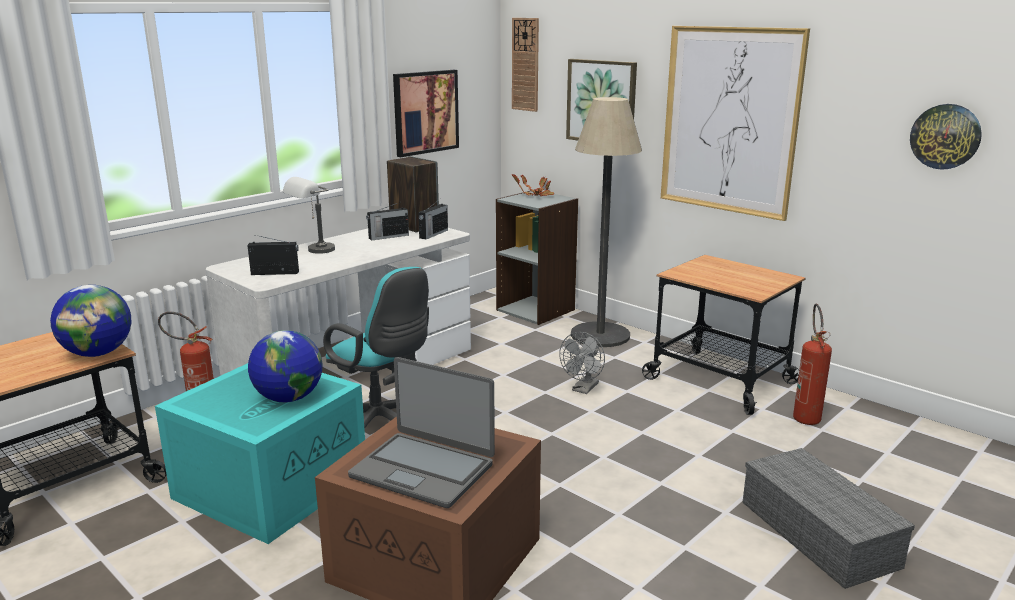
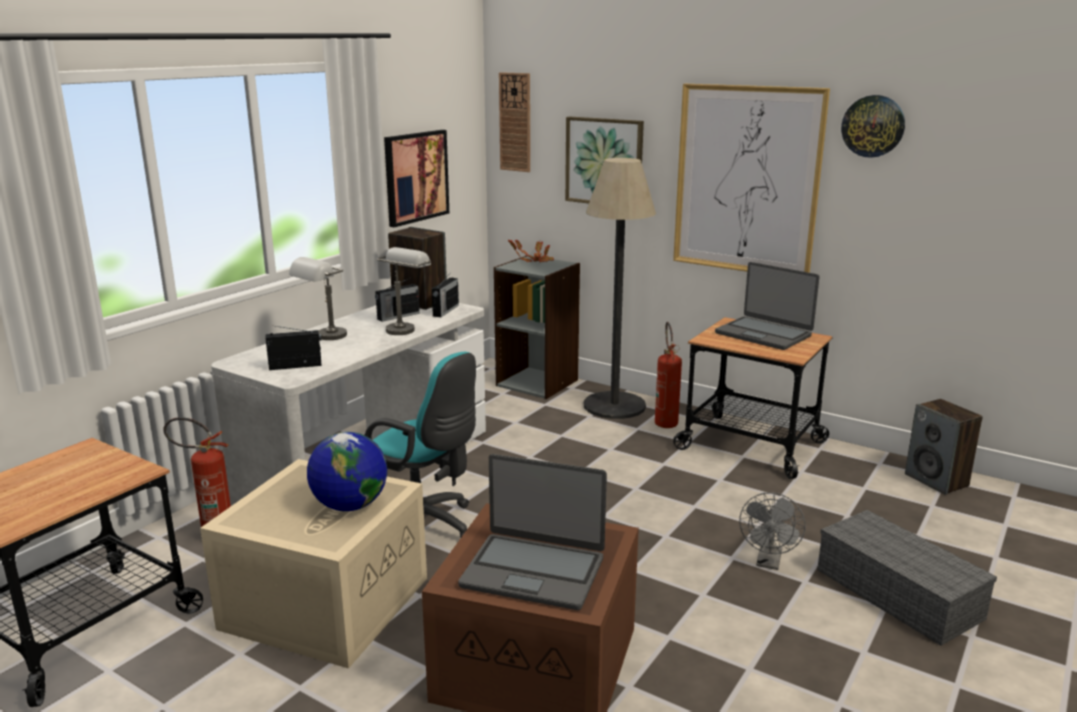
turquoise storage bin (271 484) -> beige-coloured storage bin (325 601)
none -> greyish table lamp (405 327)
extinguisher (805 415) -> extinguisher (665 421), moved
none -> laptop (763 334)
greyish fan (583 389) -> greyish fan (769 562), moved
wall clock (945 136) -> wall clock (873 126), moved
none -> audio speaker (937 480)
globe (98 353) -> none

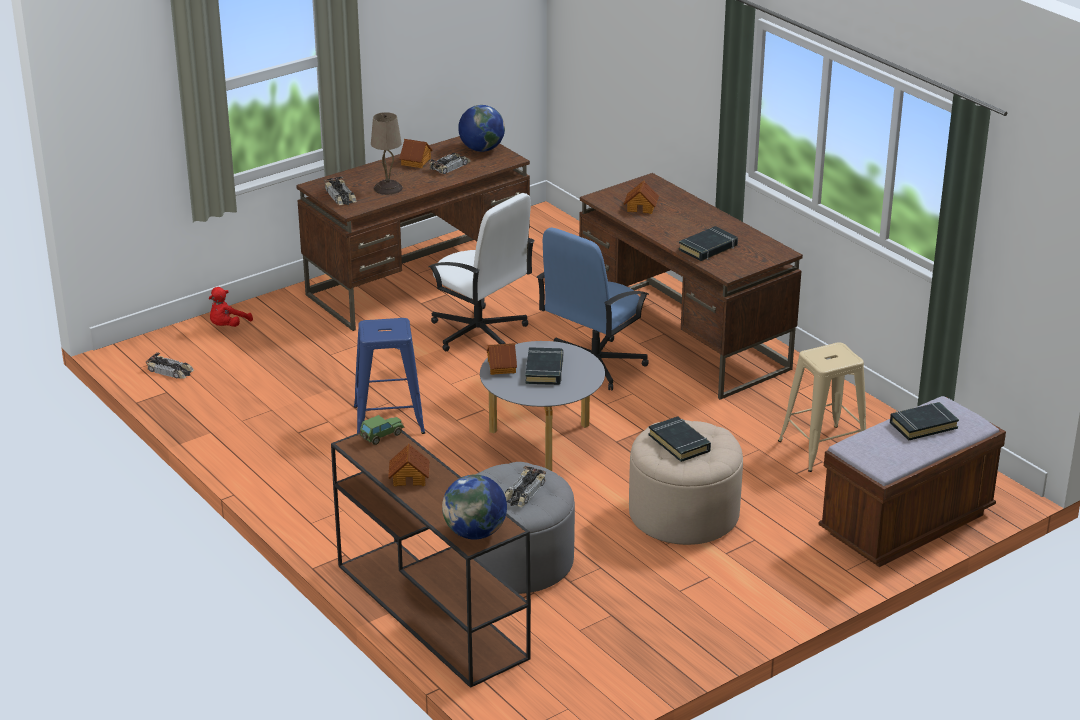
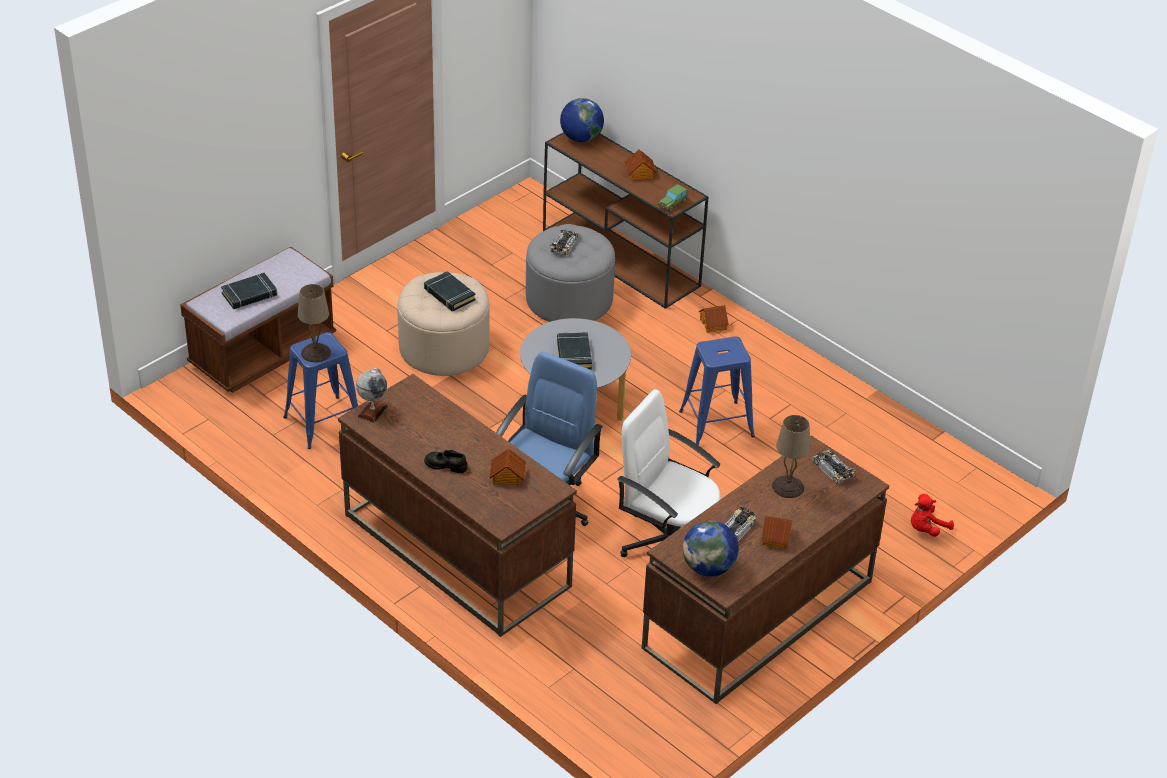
beige-coloured stool seat (823 448) -> blue-coloured stool seat (323 422)
none -> beige-coloured table lamp (316 353)
none -> globe (372 411)
none -> black-coloured low shoe (446 465)
toy house (501 366) -> toy house (713 324), moved
red-coloured plush toy (227 326) -> red-coloured plush toy (926 529), 150 degrees counterclockwise
toy car (170 371) -> none
black-coloured volume (708 248) -> none

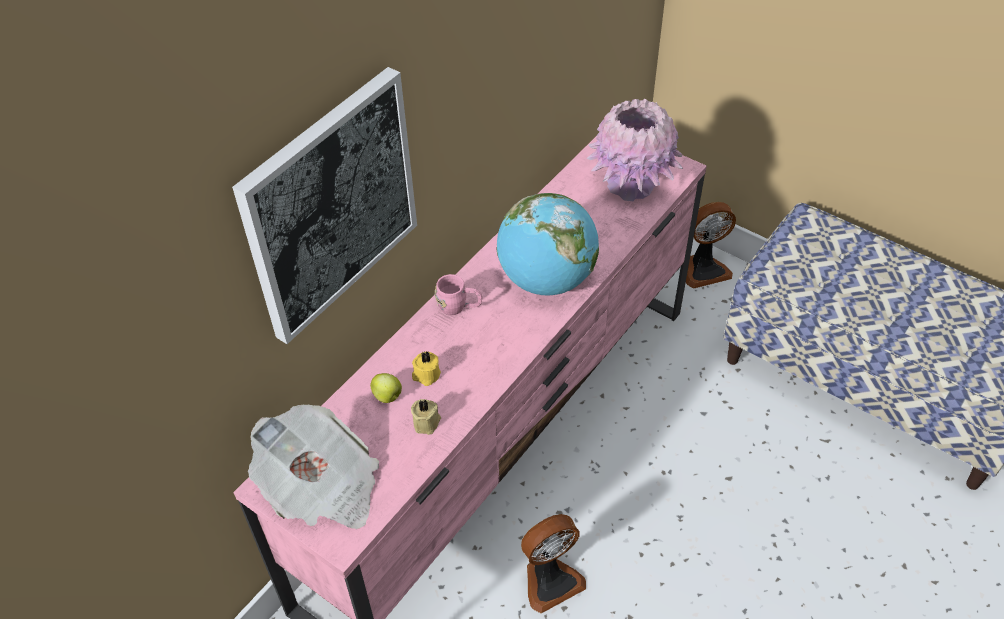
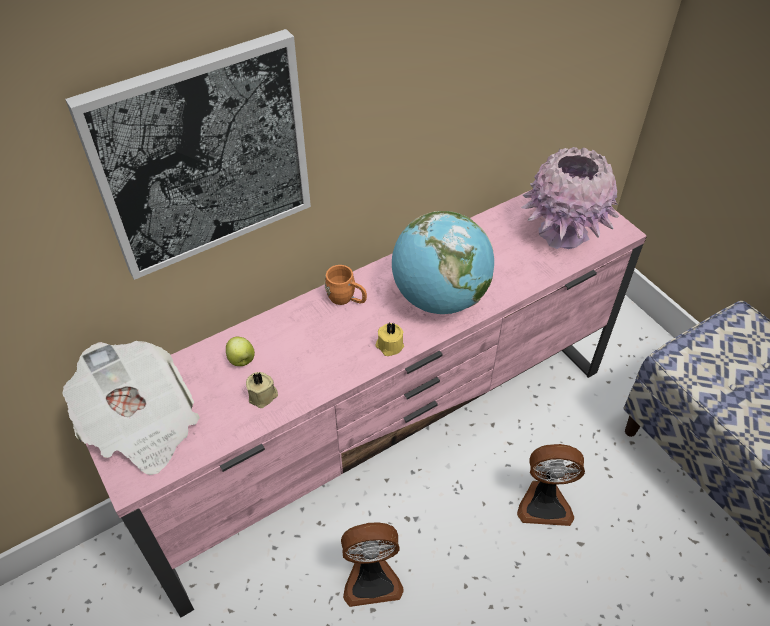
pink-coloured tea mug (459 307) -> orange tea mug (346 299)
yellow wax candle (426 375) -> yellow wax candle (389 346), moved
fan (704 269) -> fan (544 502), moved

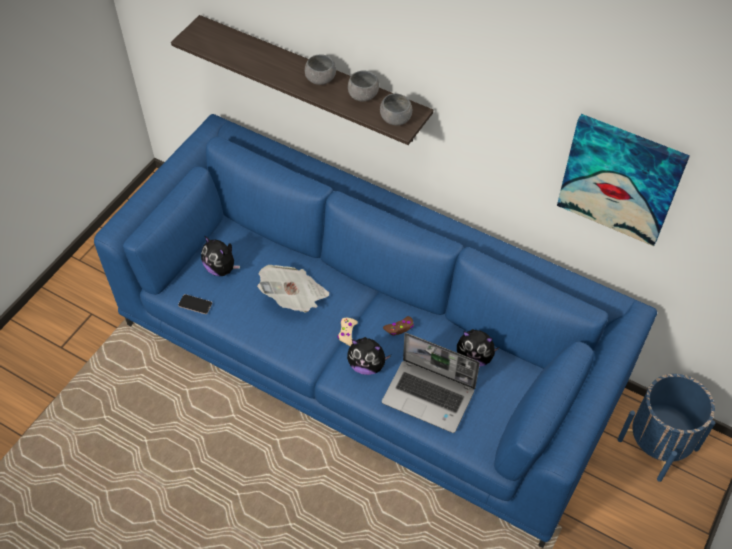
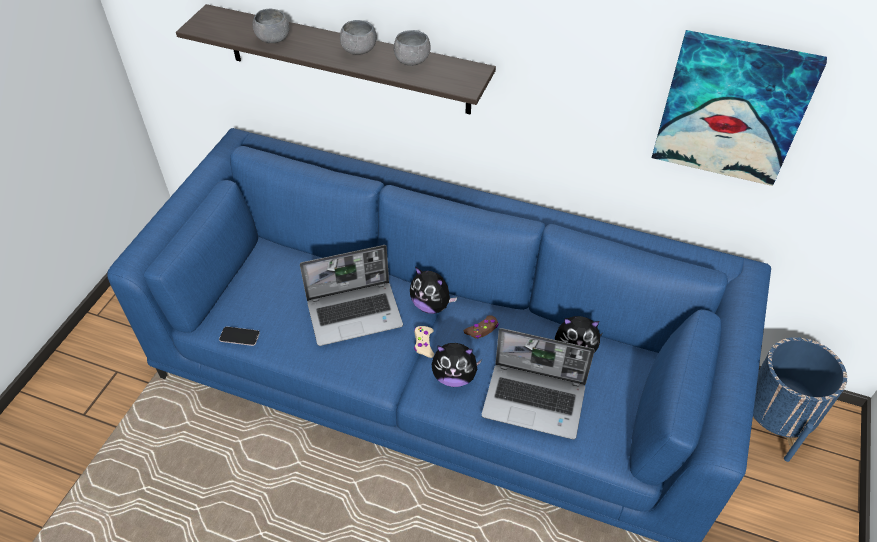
greyish deep dish (395 119) -> greyish deep dish (273 39), moved
printed paper (294 298) -> laptop (355 313)
plush toy (221 268) -> plush toy (431 305), moved

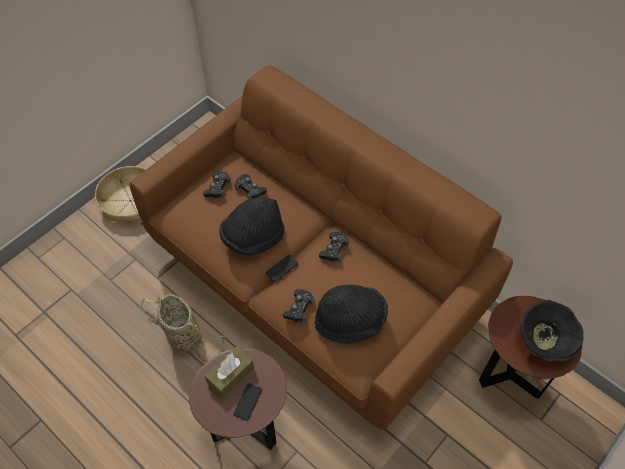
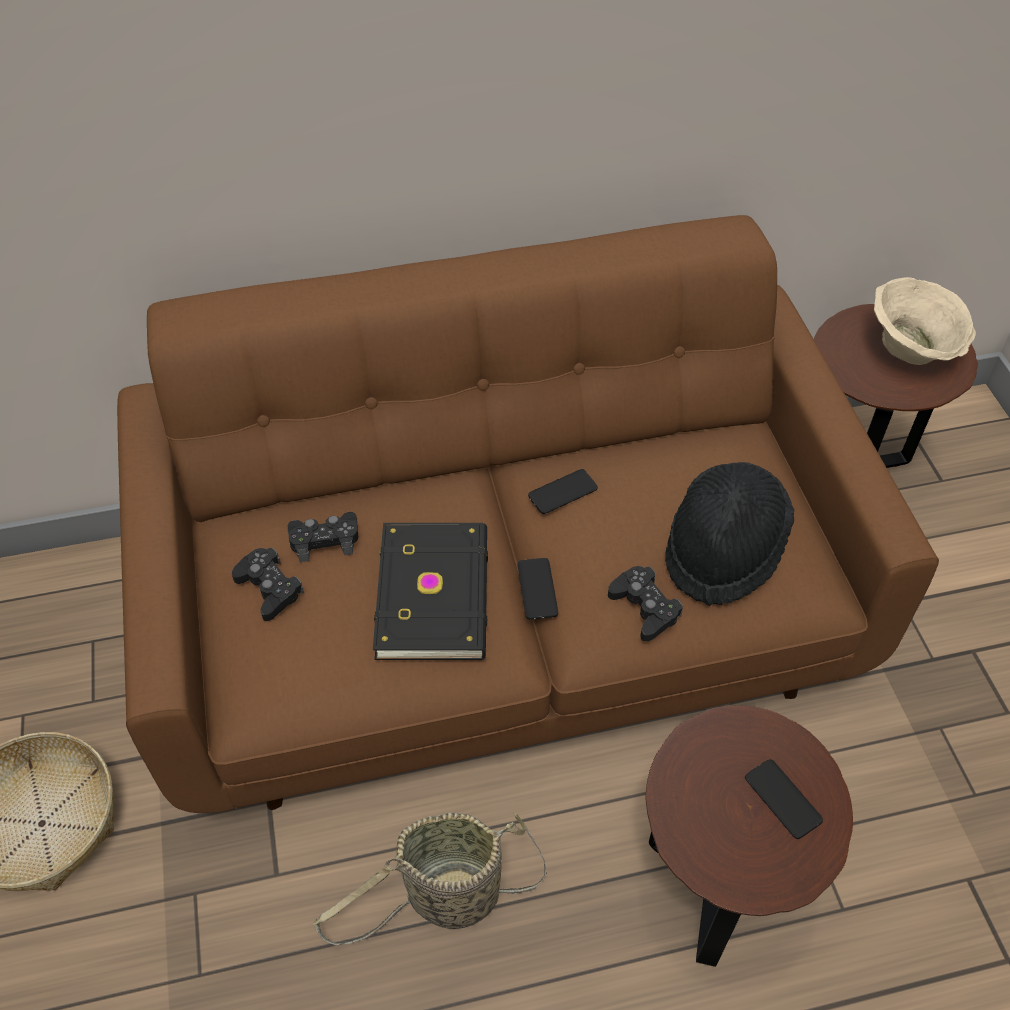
black-coloured clothing hat (253 237) -> black-coloured volume (436 594)
black-coloured gamepad (334 249) -> telephone (562 492)
black-coloured deep dish (544 341) -> beige-coloured deep dish (911 350)
brown-coloured box of tissues (230 375) -> none

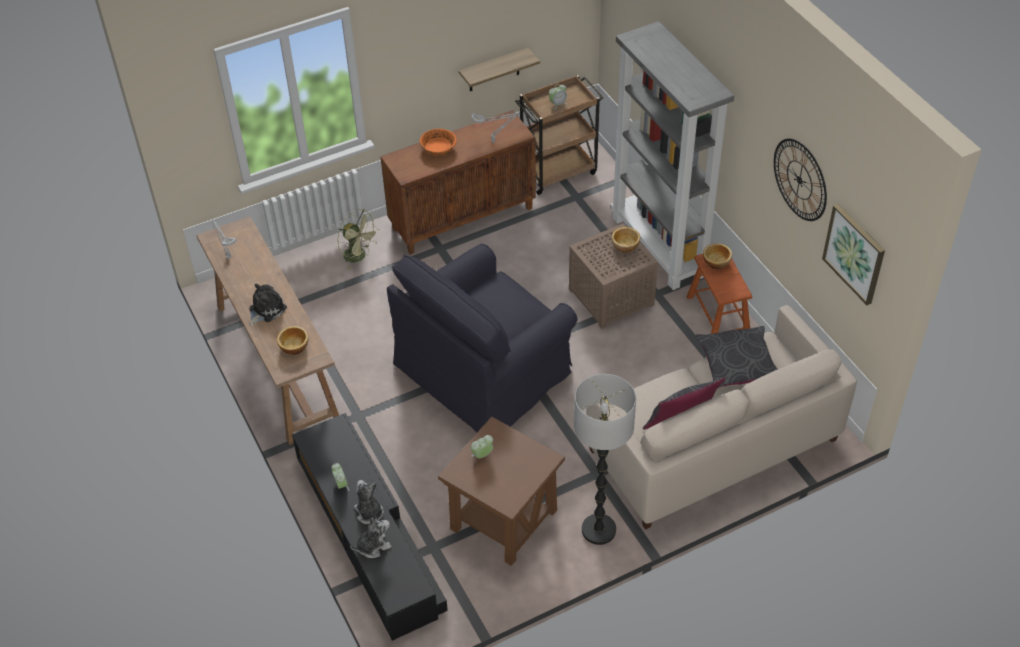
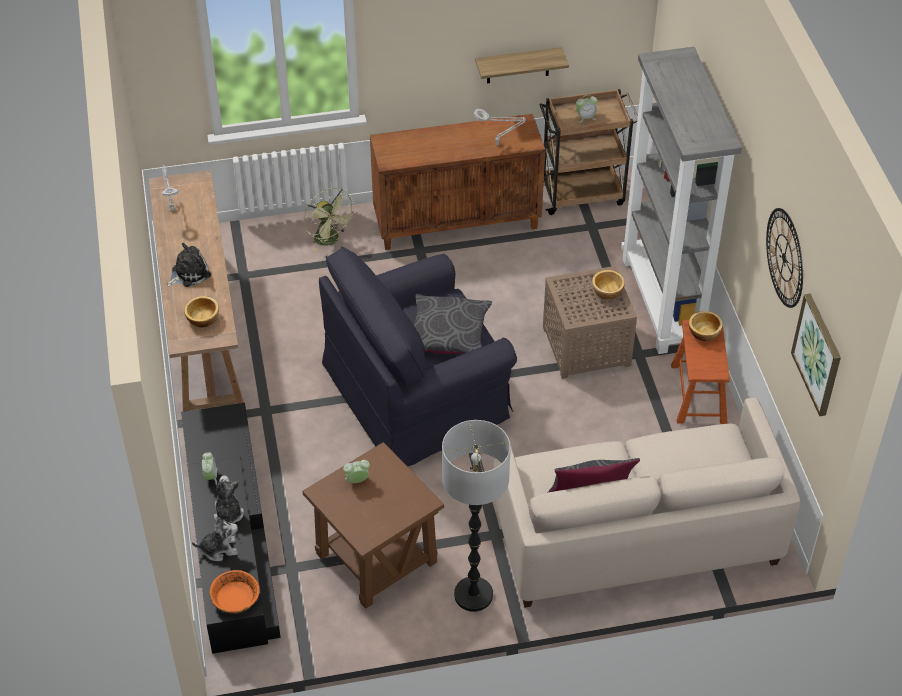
orange deep dish (438 148) -> orange deep dish (235 598), moved
greyish pillow (737 364) -> greyish pillow (448 333), moved

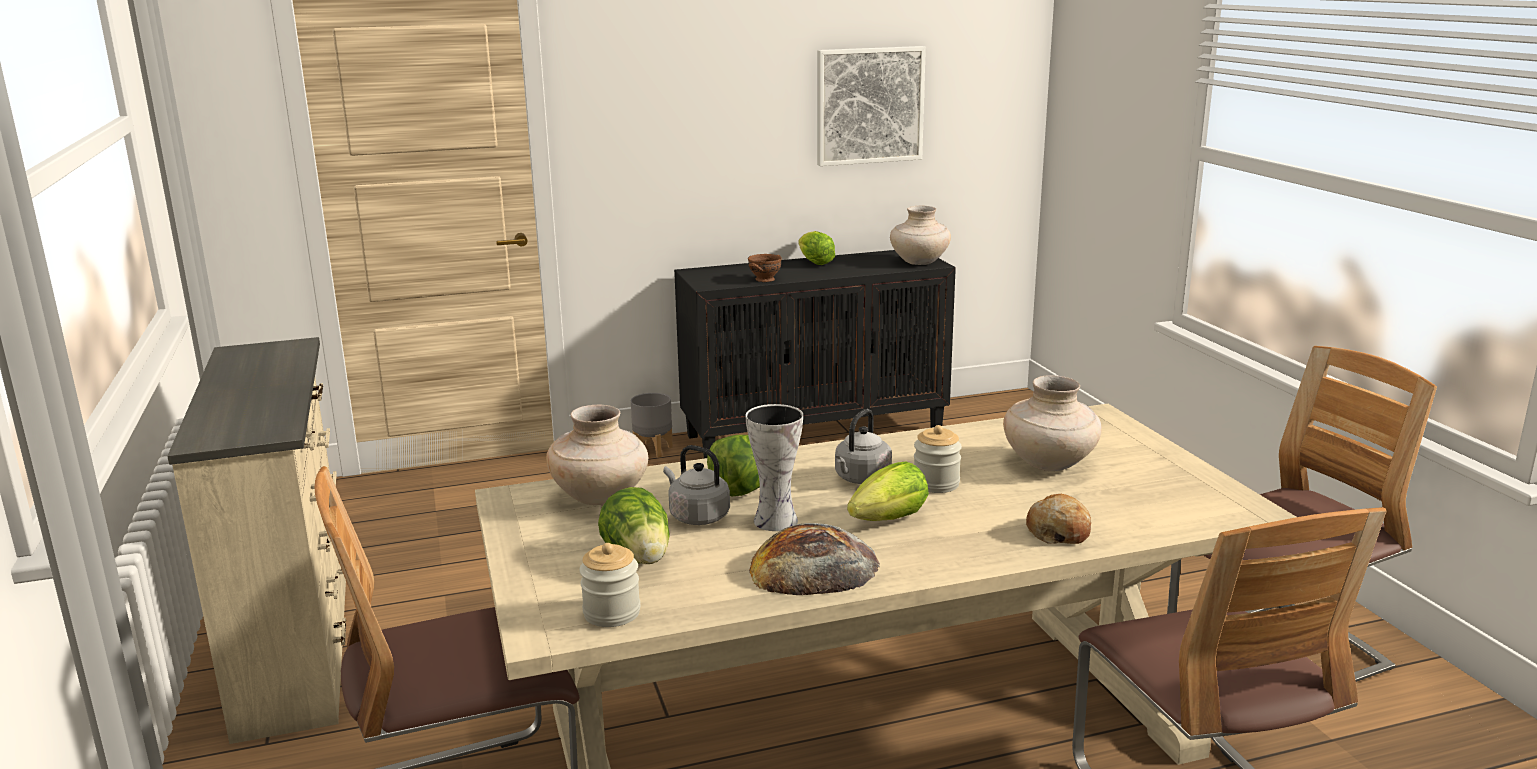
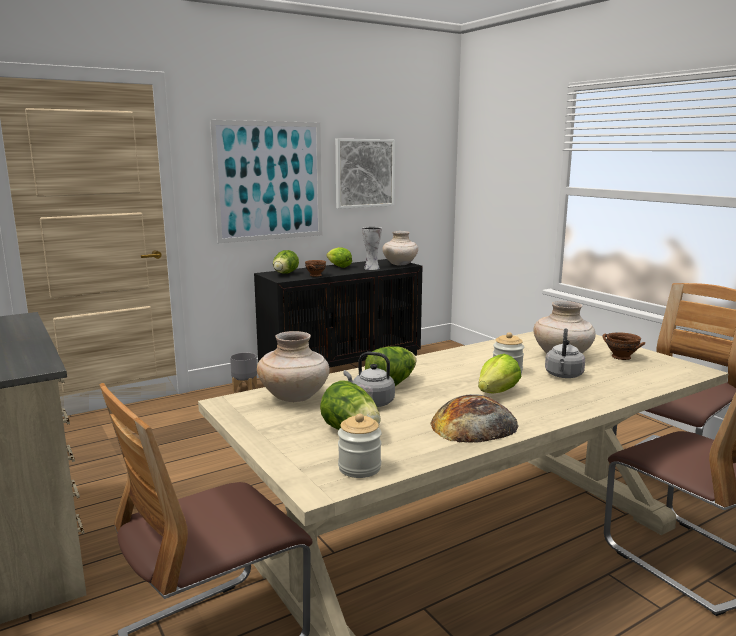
none -> picture (269 181)
none -> lettuce (284 274)
decorative vase (773 520) -> decorative vase (371 268), moved
greyish tea kettle (861 479) -> greyish tea kettle (563 376), moved
none -> brown-coloured deep dish (621 357)
baked bread (1058 531) -> none

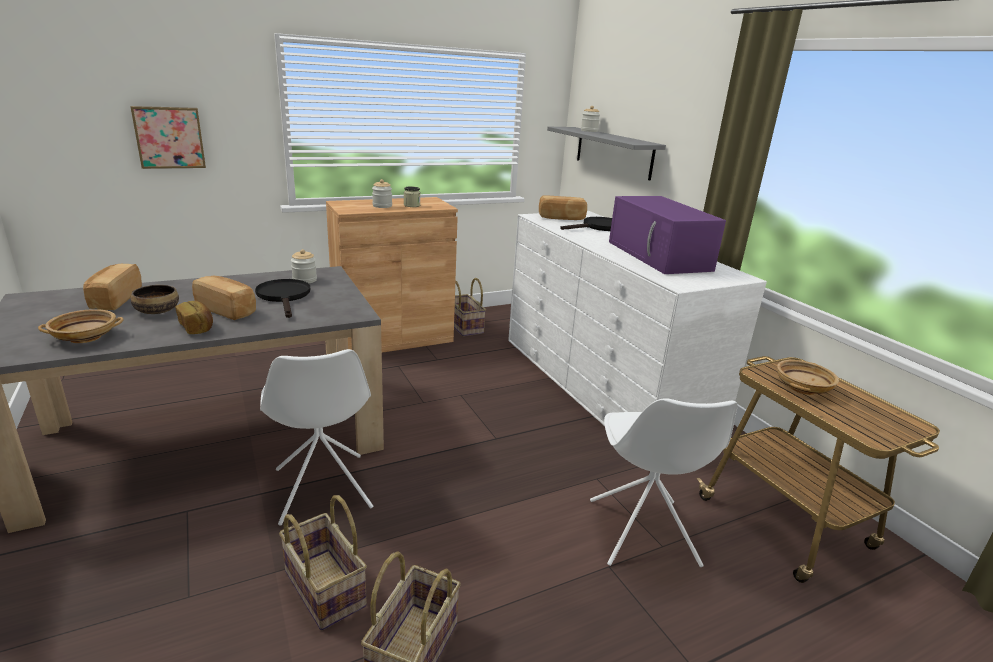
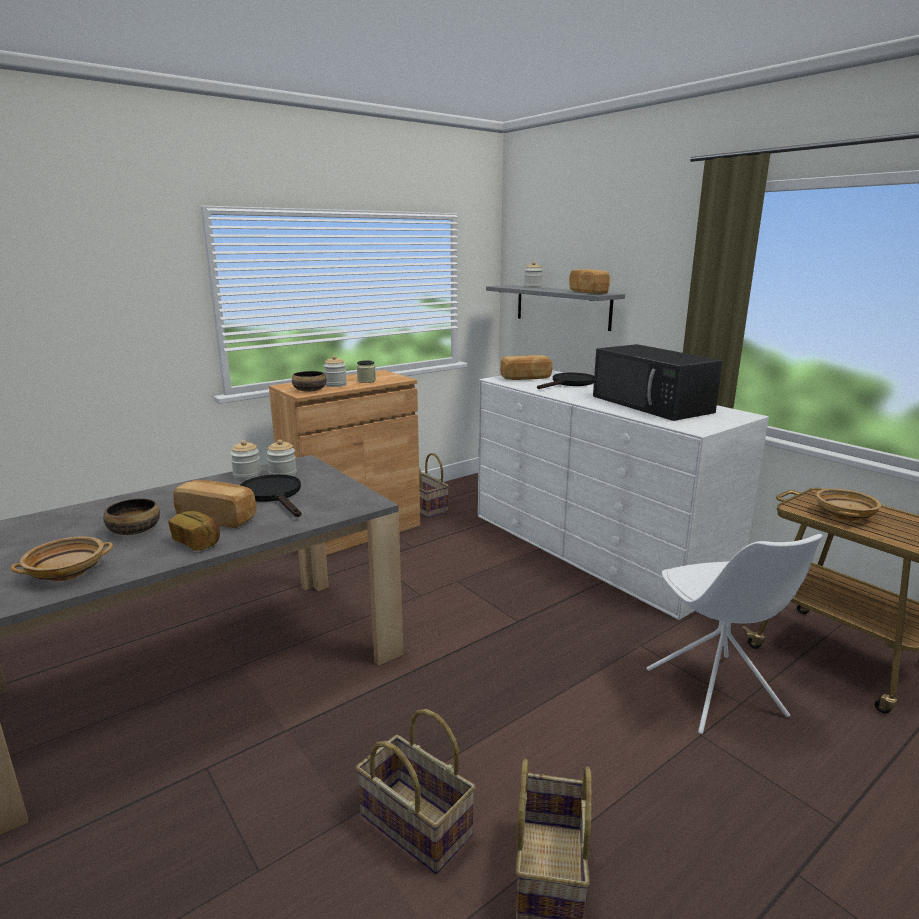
none -> preserve jar (247 475)
none -> deep dish (309 390)
baked bread (114 299) -> baked bread (587 292), moved
purplish kitchen microwave (659 256) -> black-coloured kitchen microwave (653 404)
picture (169 137) -> none
whitish chair (322 490) -> none

